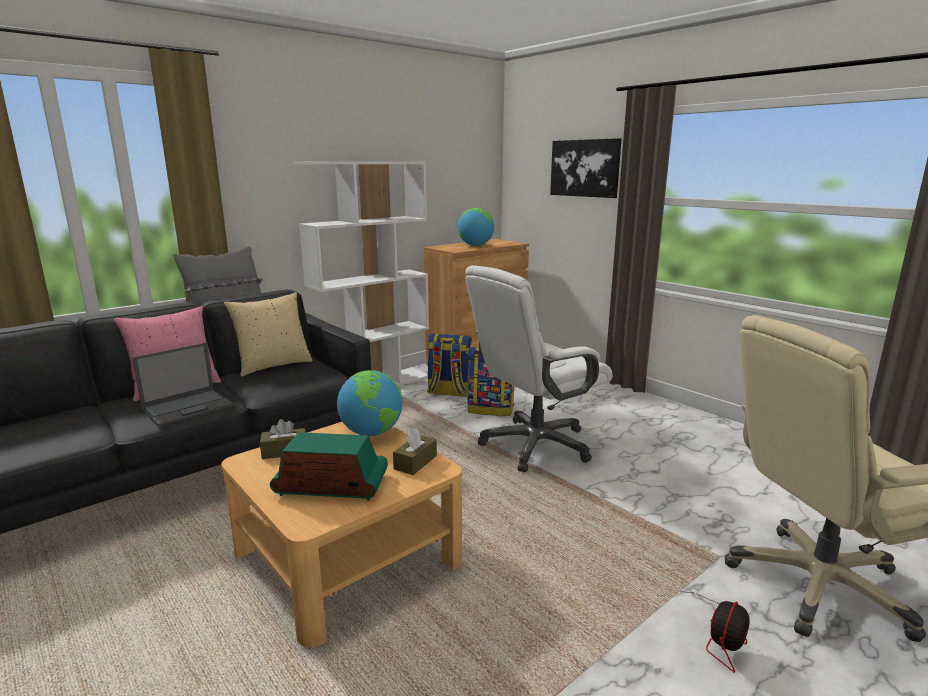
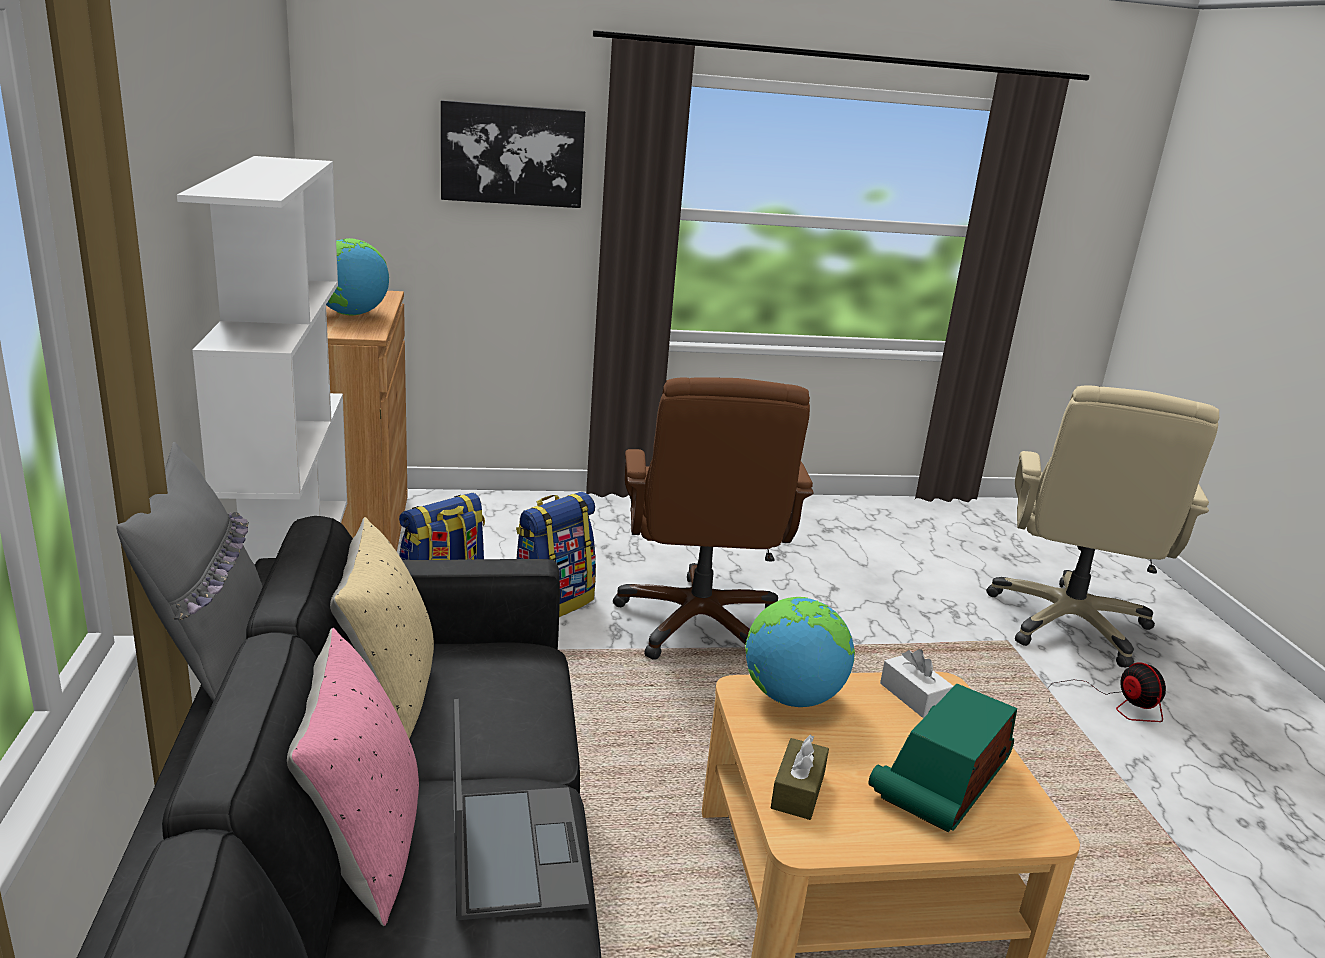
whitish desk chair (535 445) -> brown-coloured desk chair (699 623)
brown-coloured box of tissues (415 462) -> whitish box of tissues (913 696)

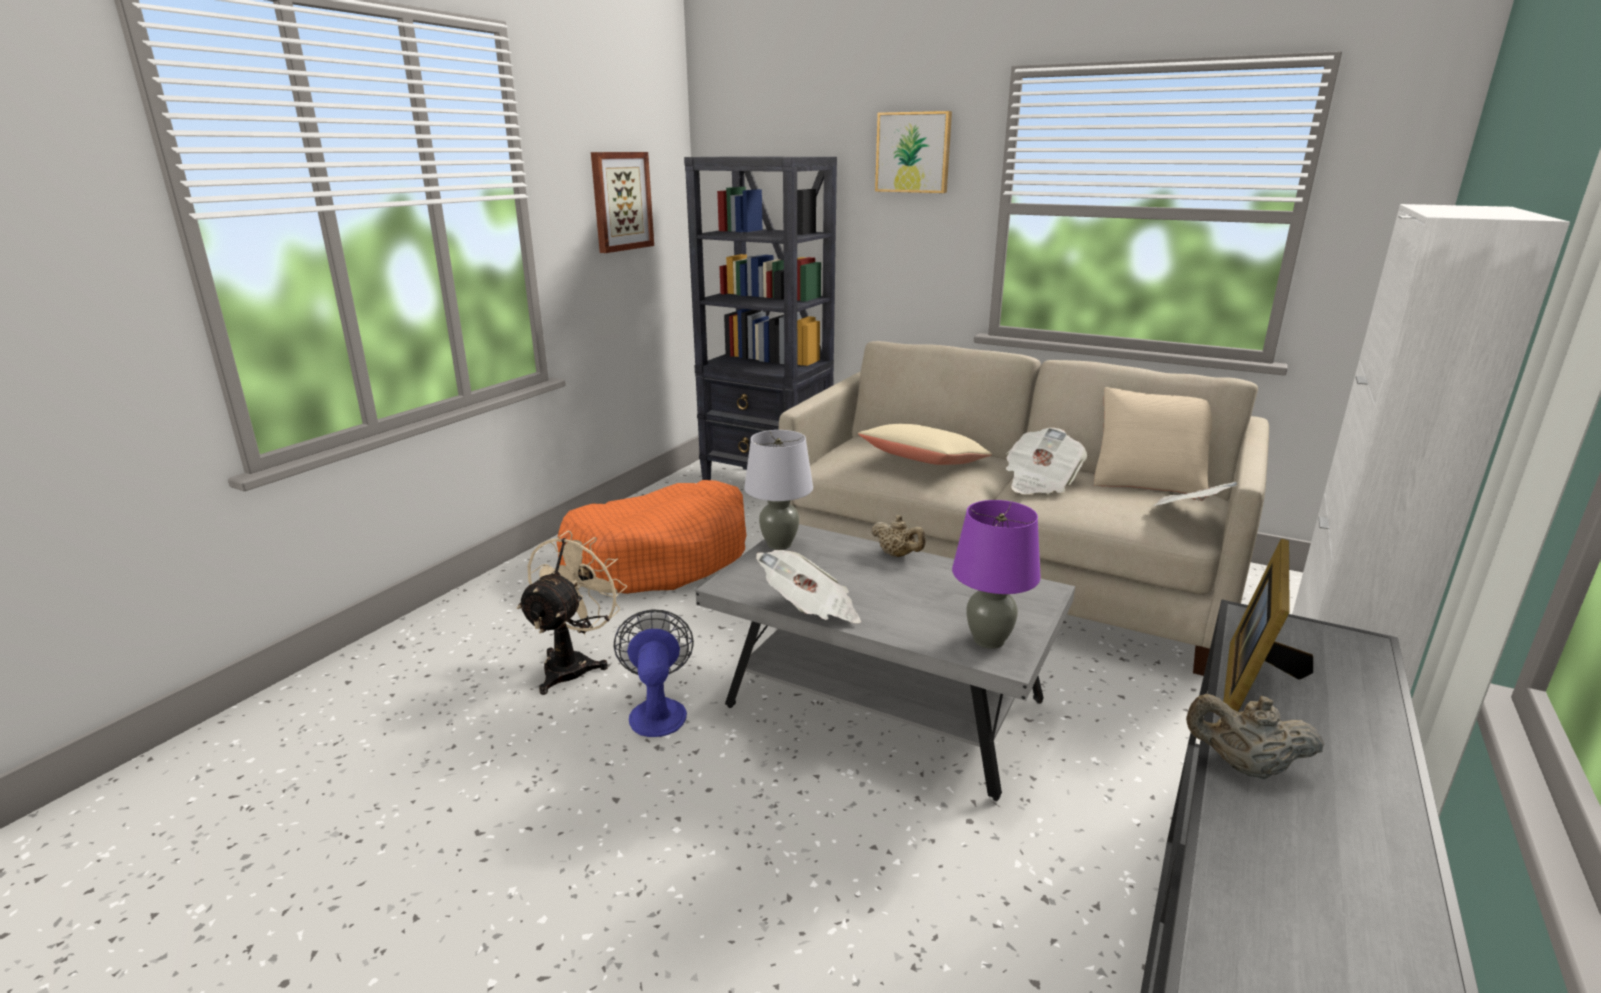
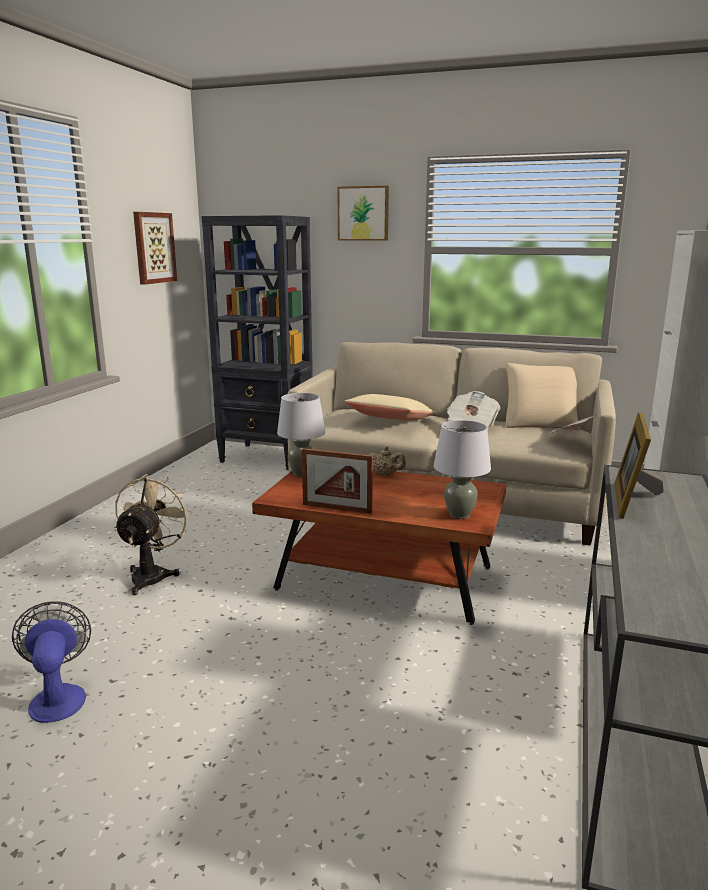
fan (657 710) -> fan (58 696), moved
greyish coffee table (883 705) -> brown-coloured coffee table (384 579)
printed paper (810 611) -> photo frame (337 508)
purplish table lamp (988 640) -> greyish table lamp (459 515)
orange pet bed (660 557) -> none
beige-coloured tea pot (1244 766) -> none

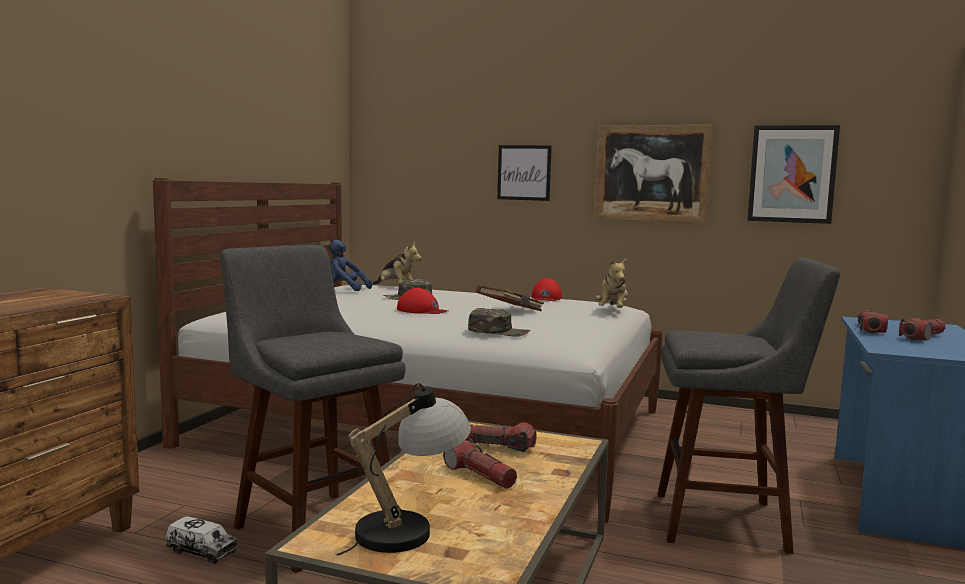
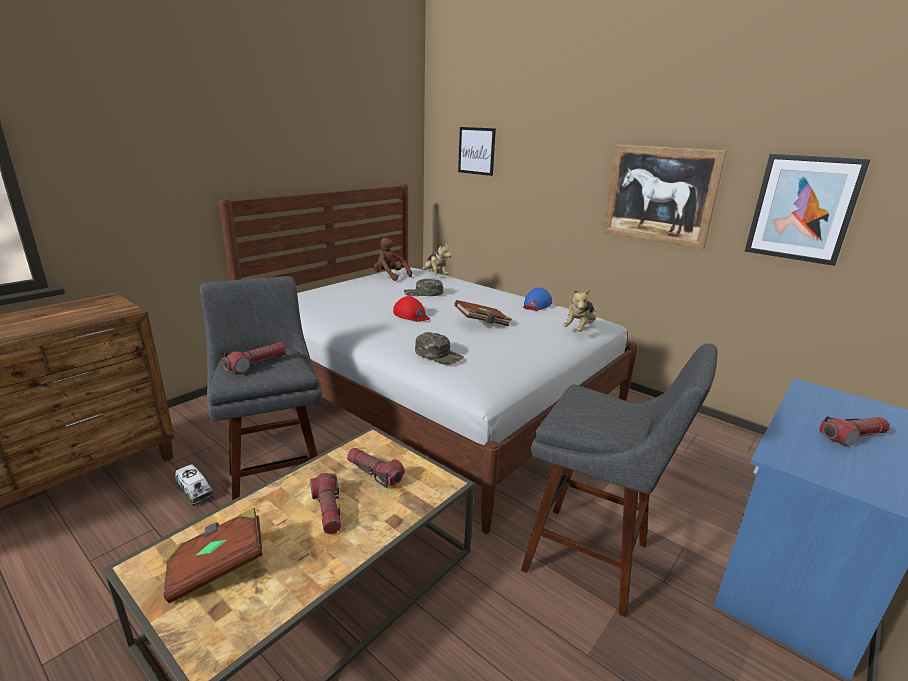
table lamp (409 528) -> brown-coloured volume (217 567)
torch (868 329) -> torch (256 364), moved
blue-coloured plush toy (344 289) -> brown-coloured plush toy (390 276)
picture (524 172) -> picture (476 151), moved
red-coloured cap (546 298) -> blue-coloured cap (536 305)

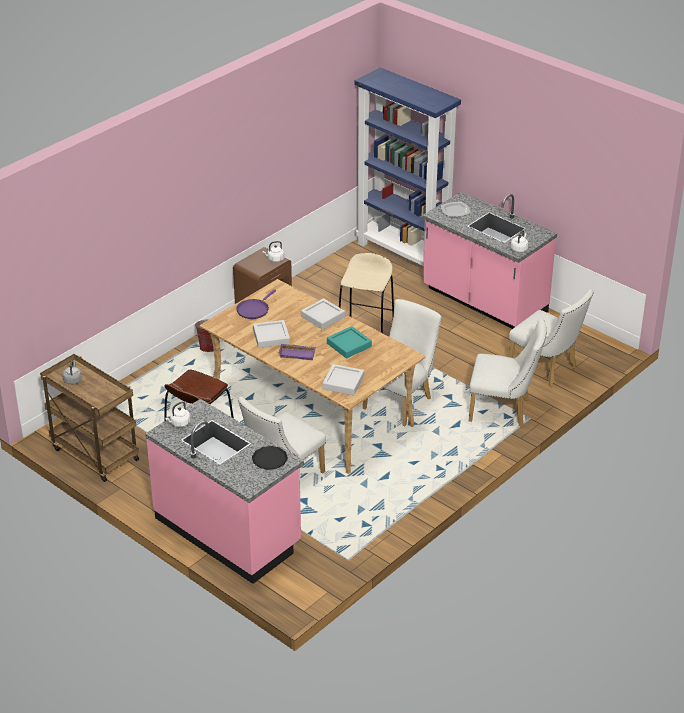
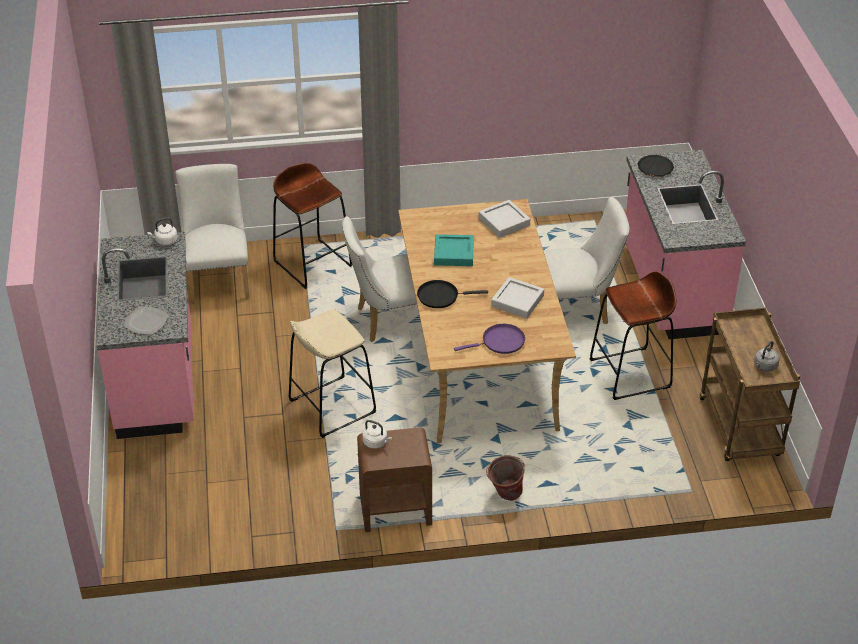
whitish chair (504 411) -> brown-coloured stool seat (312 263)
greyish carrying tray (322 317) -> black-coloured skillet (441 296)
whitish tea kettle (179 423) -> none
purplish carrying tray (297 353) -> none
blue-coloured shelving unit (403 254) -> none

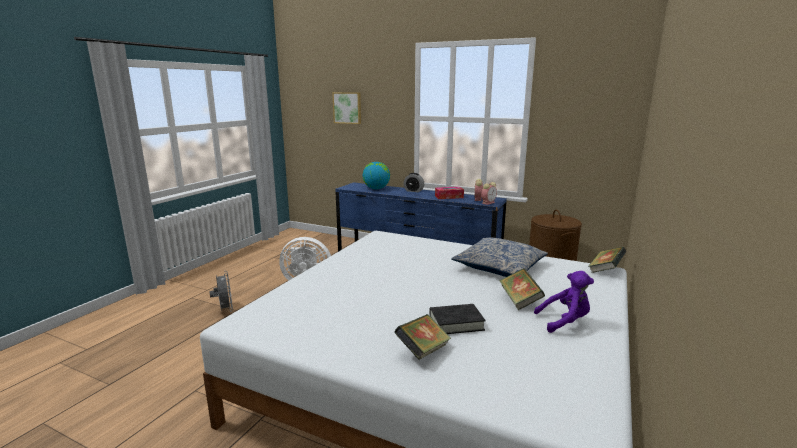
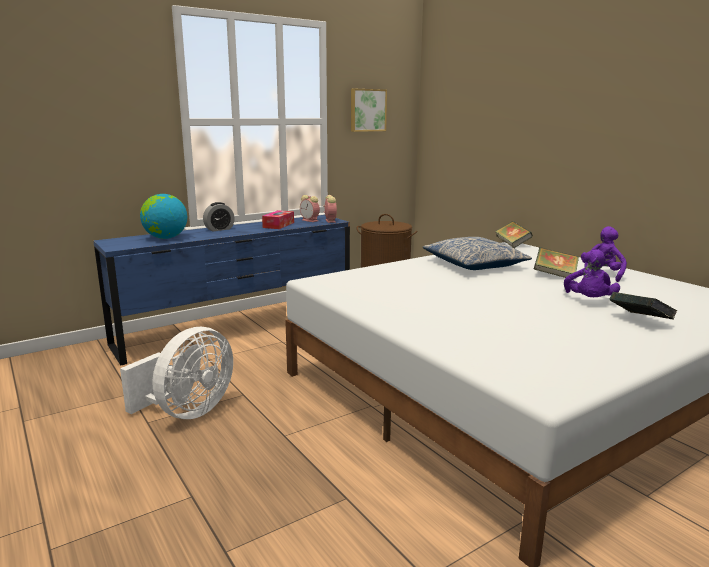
picture (347 108) -> picture (367 110), moved
black-coloured volume (456 323) -> purplish plush toy (589 301)
greyish fan (225 310) -> none

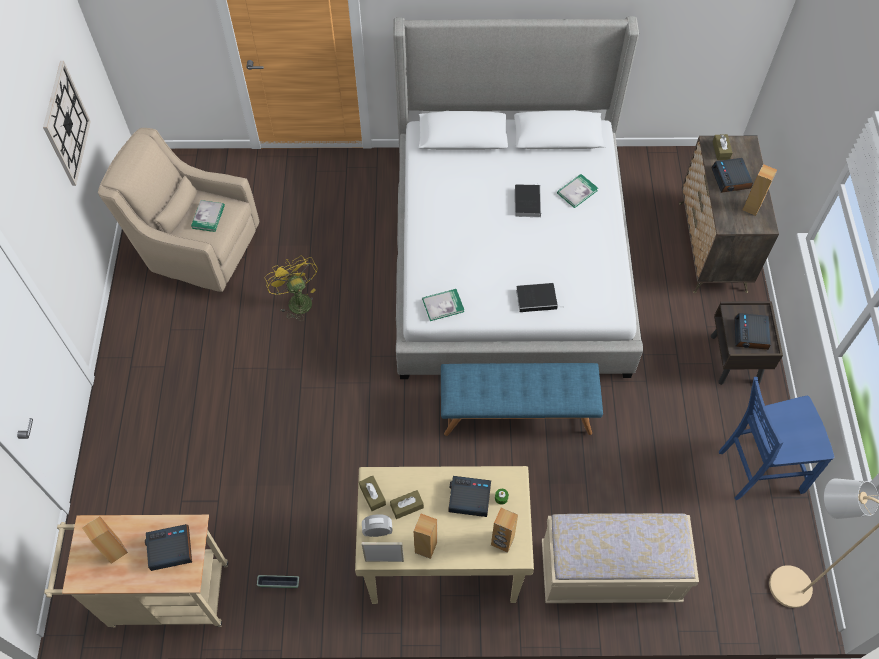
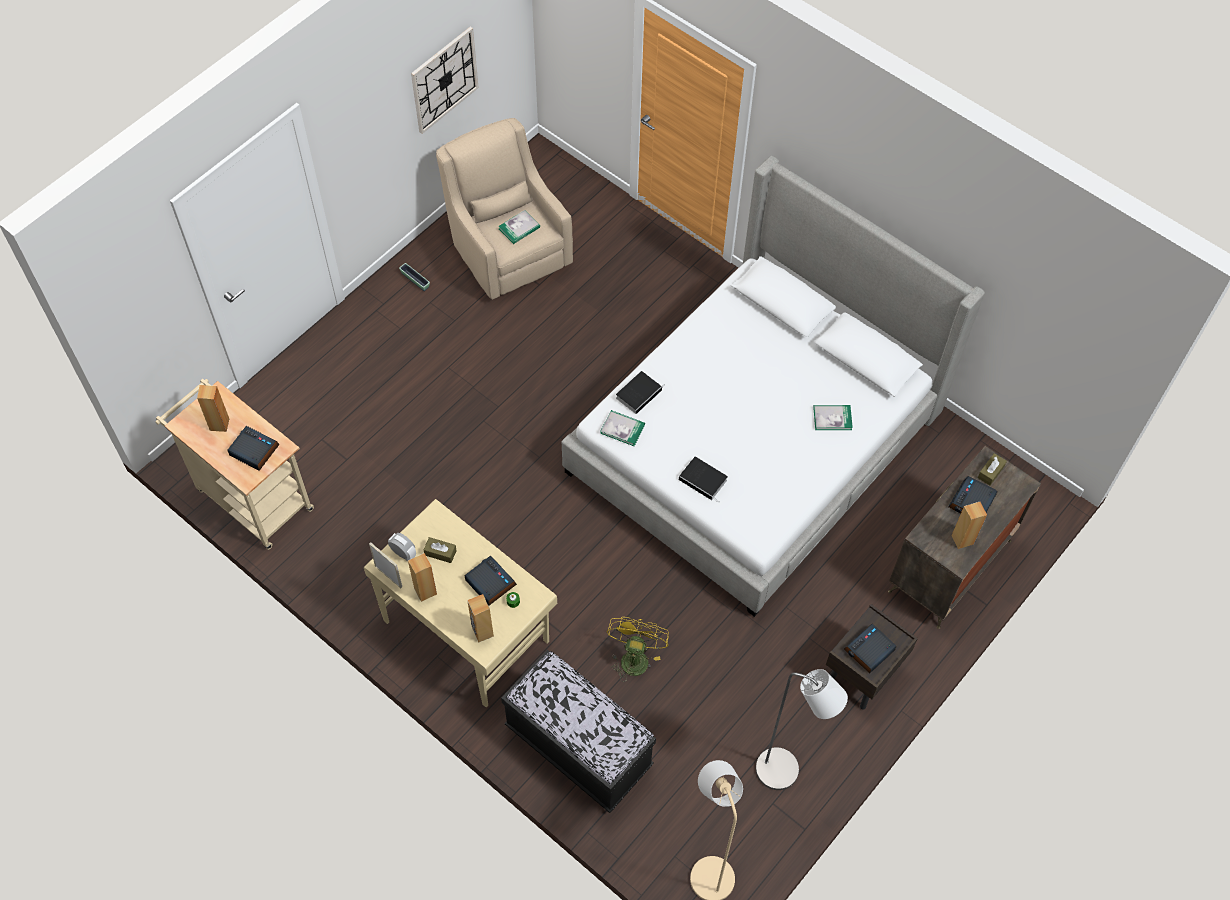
planter (279 584) -> planter (415 280), moved
beige-coloured bench (609 573) -> black-coloured bench (578 747)
yellow fan (296 300) -> yellow fan (634 656), moved
volume (527 201) -> volume (639 393), moved
blue-coloured chair (758 469) -> greyish standard lamp (785 773)
brown-coloured box of tissues (372 495) -> none
blue-coloured bench (517 412) -> none

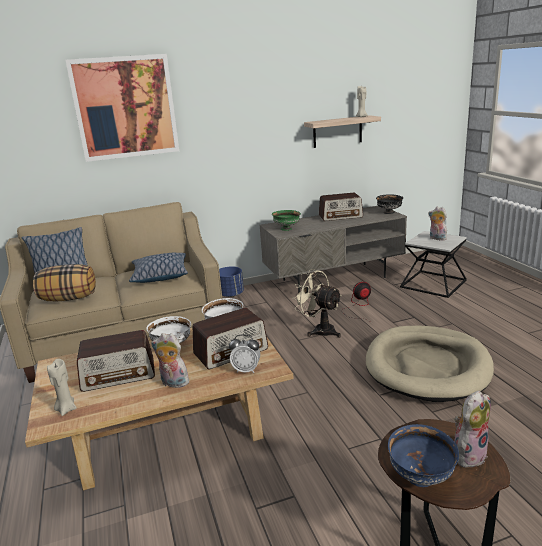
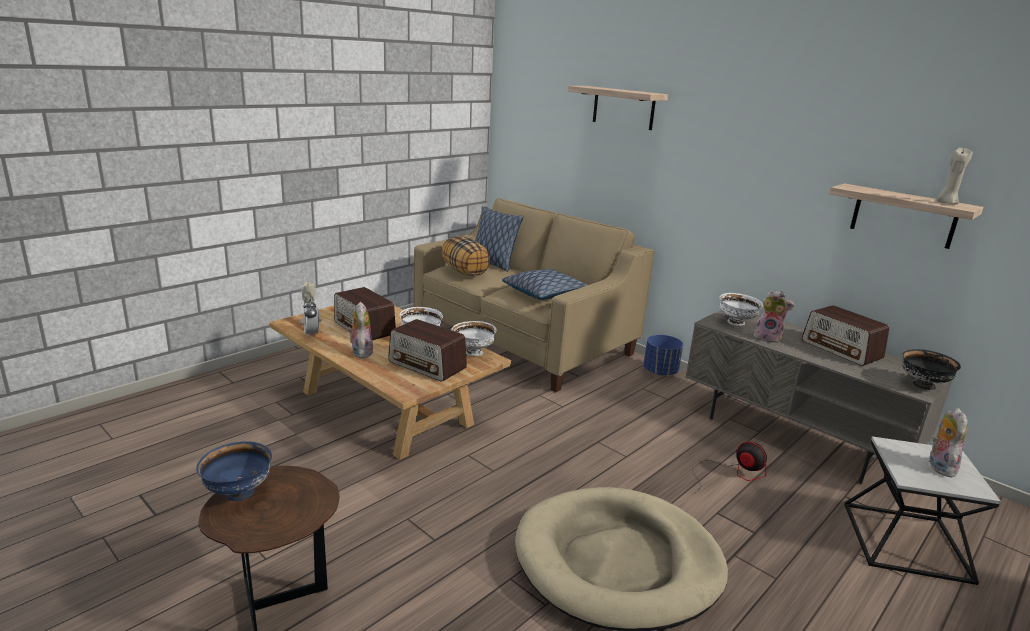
bedside clock (246 370) -> bedside clock (312 334), moved
picture (125 108) -> wall shelf (623 108)
greenish deep dish (287 229) -> whitish deep dish (736 322)
plush toy (468 454) -> plush toy (768 338), moved
beige-coloured fan (319 330) -> none

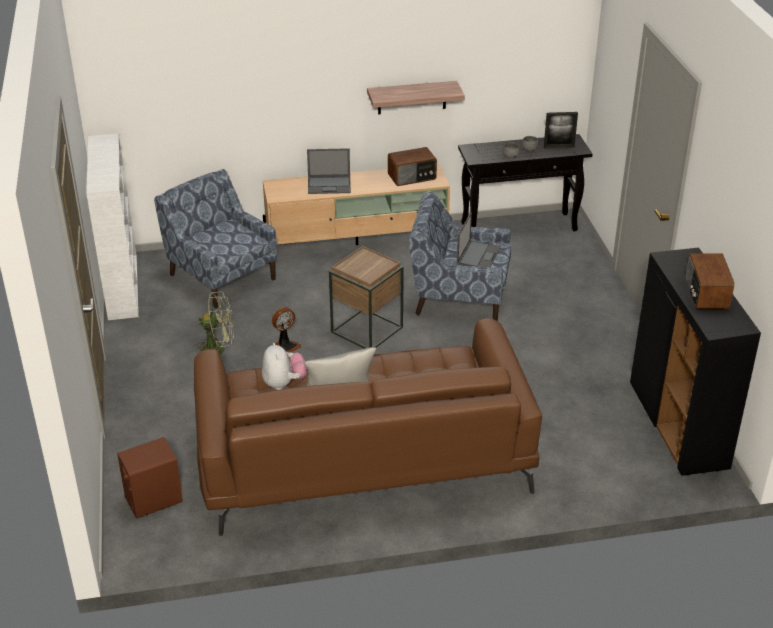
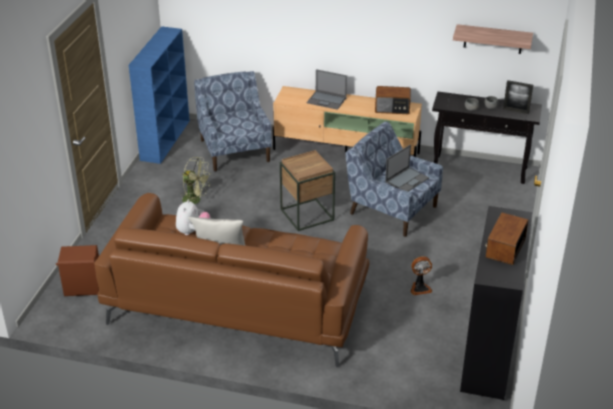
whitish shelving unit (122 285) -> blue-coloured shelving unit (165 139)
fan (285 346) -> fan (420 288), moved
wall shelf (412 97) -> wall shelf (493 39), moved

